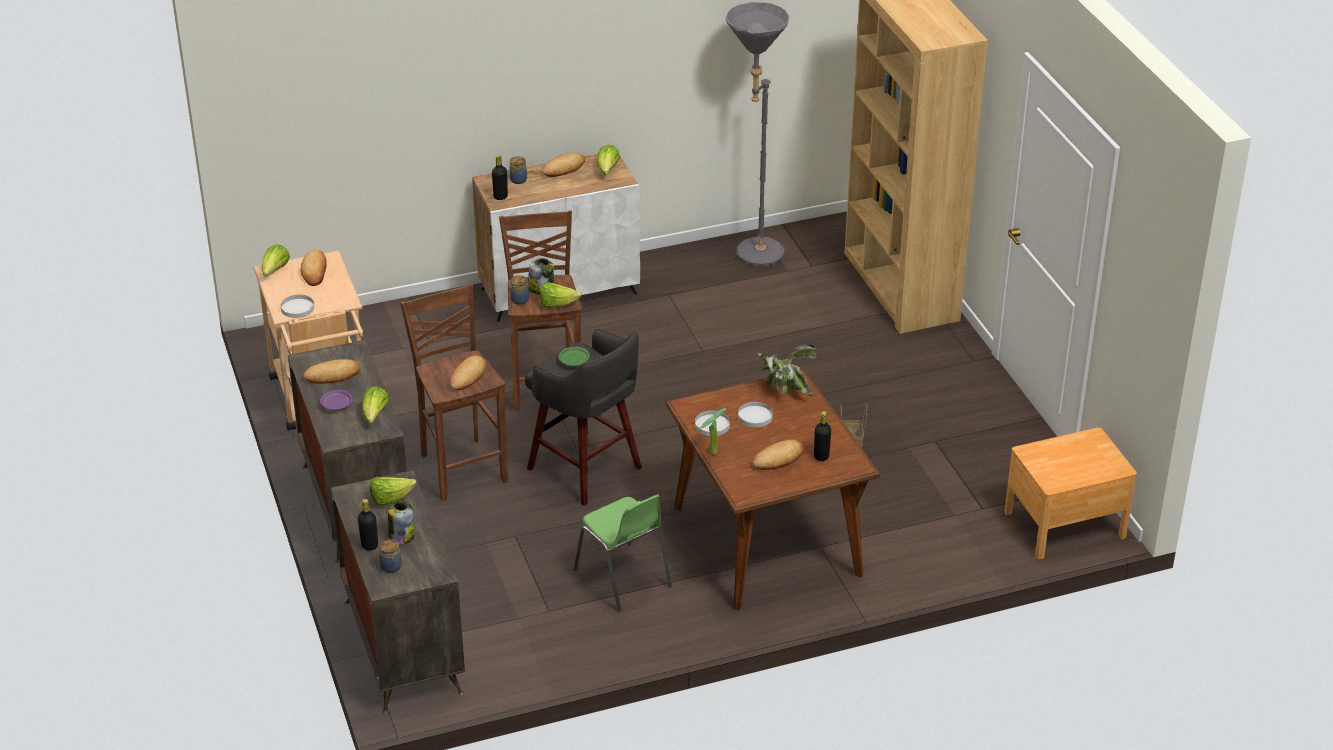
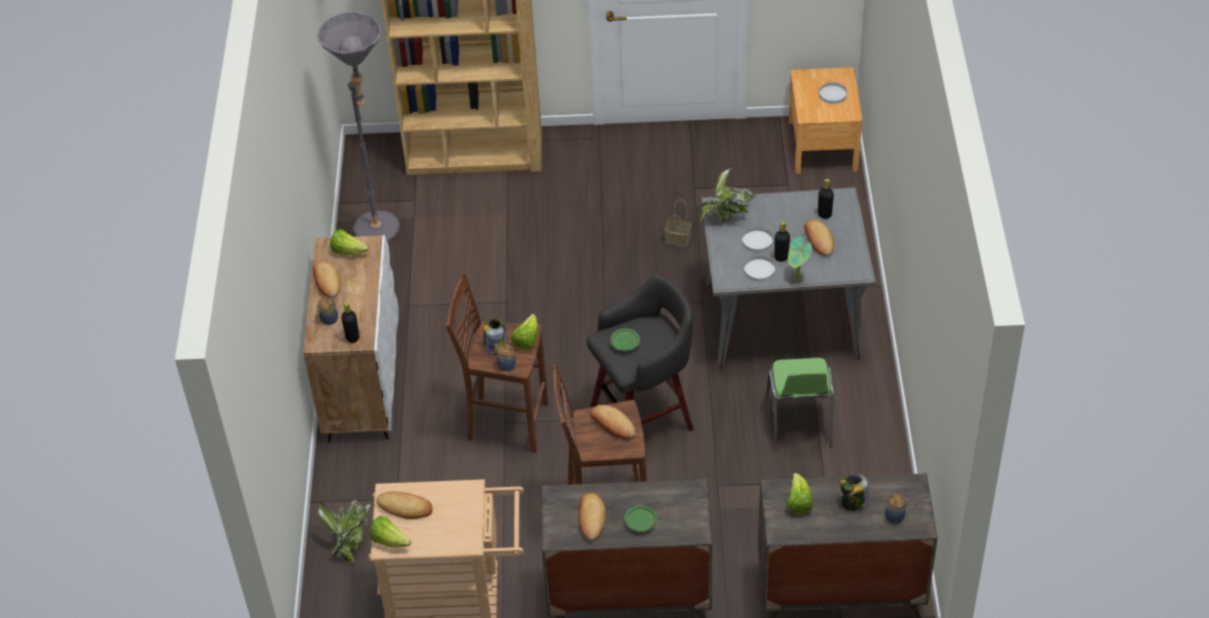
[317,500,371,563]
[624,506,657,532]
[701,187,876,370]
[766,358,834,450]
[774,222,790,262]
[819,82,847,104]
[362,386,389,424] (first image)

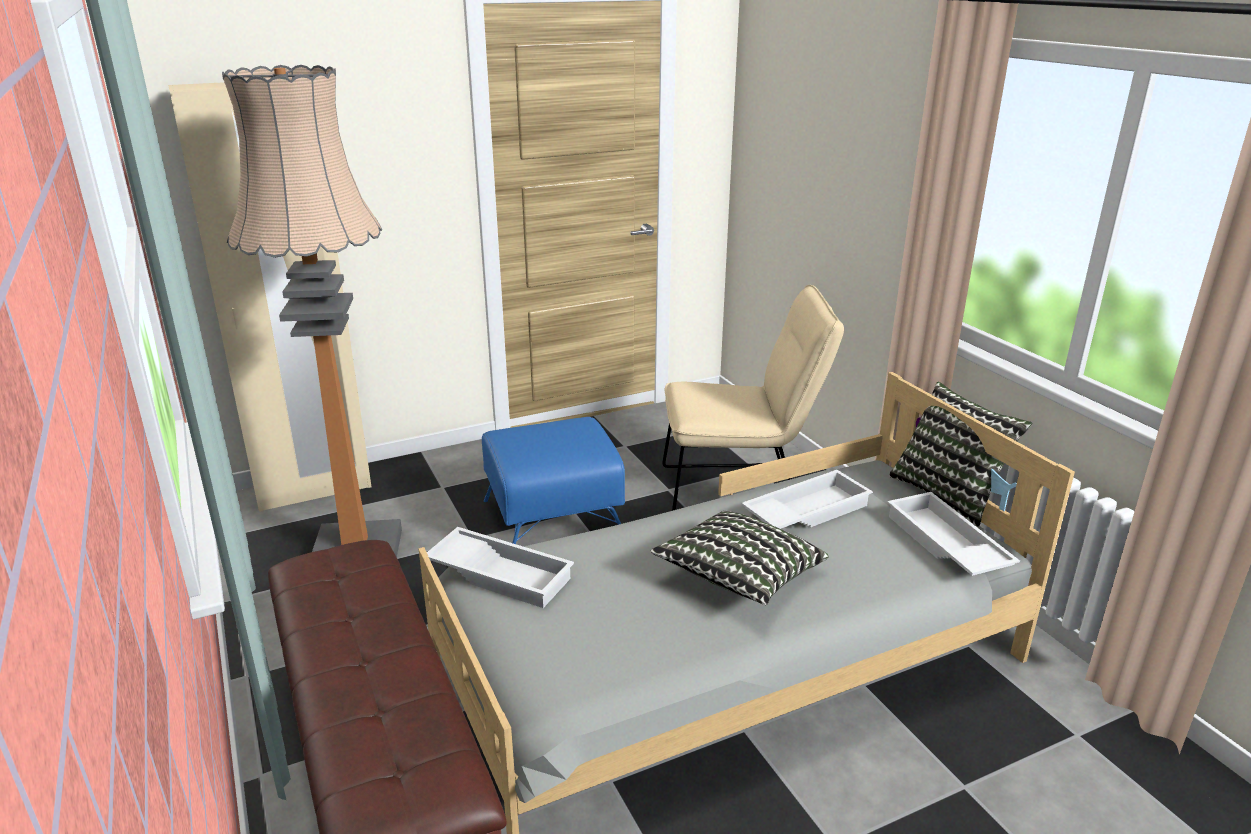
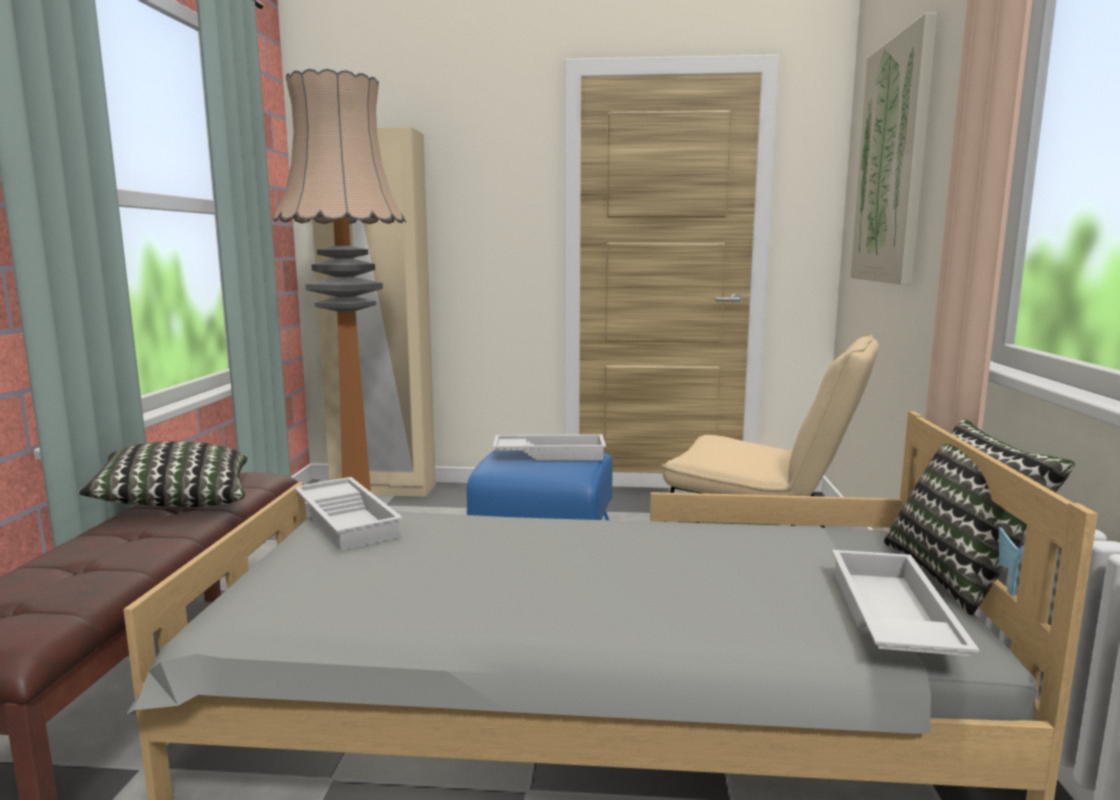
[78,441,247,507]
[493,434,606,461]
[850,13,937,285]

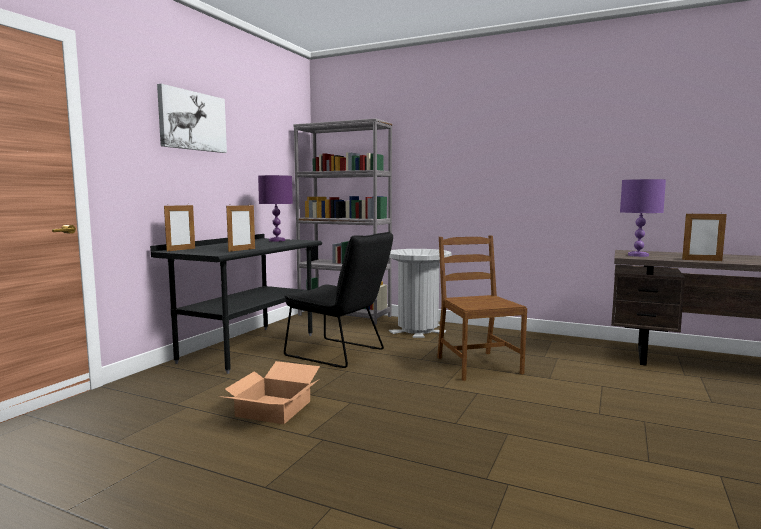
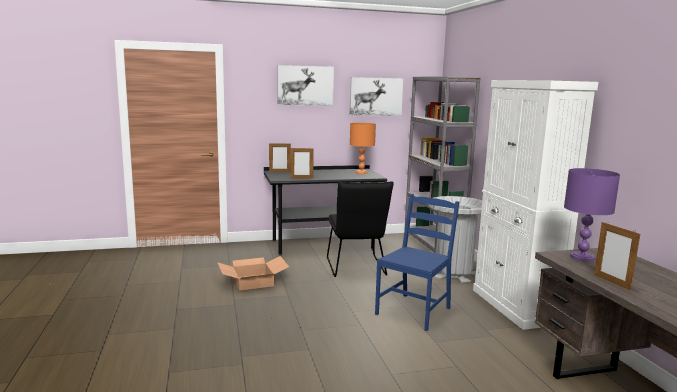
[350,77,403,116]
[350,123,376,174]
[375,194,460,331]
[473,80,598,330]

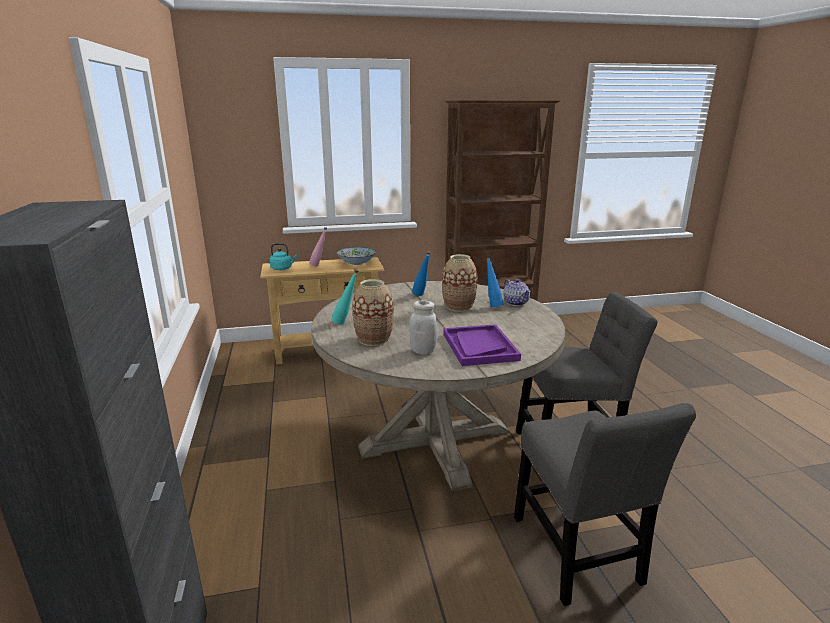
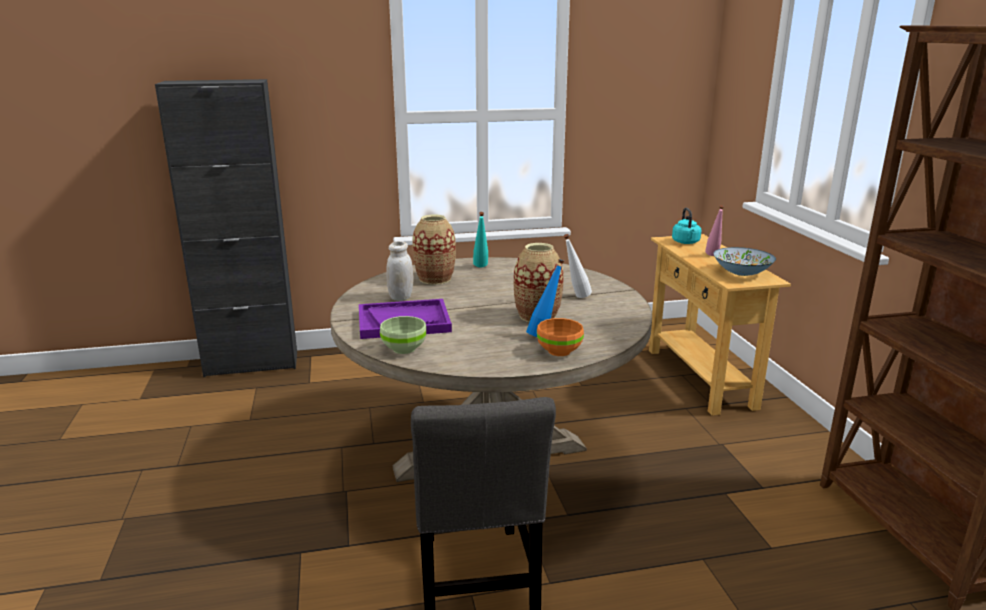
[380,316,426,354]
[537,318,584,356]
[564,234,592,298]
[514,403,696,606] (first image)

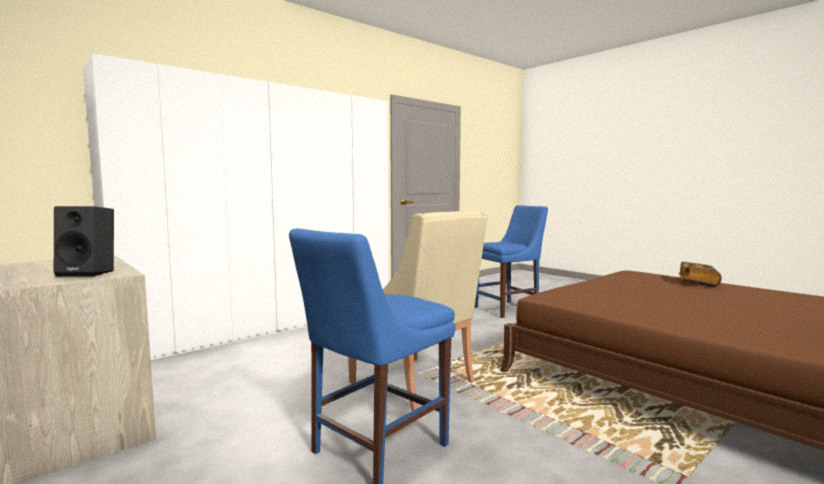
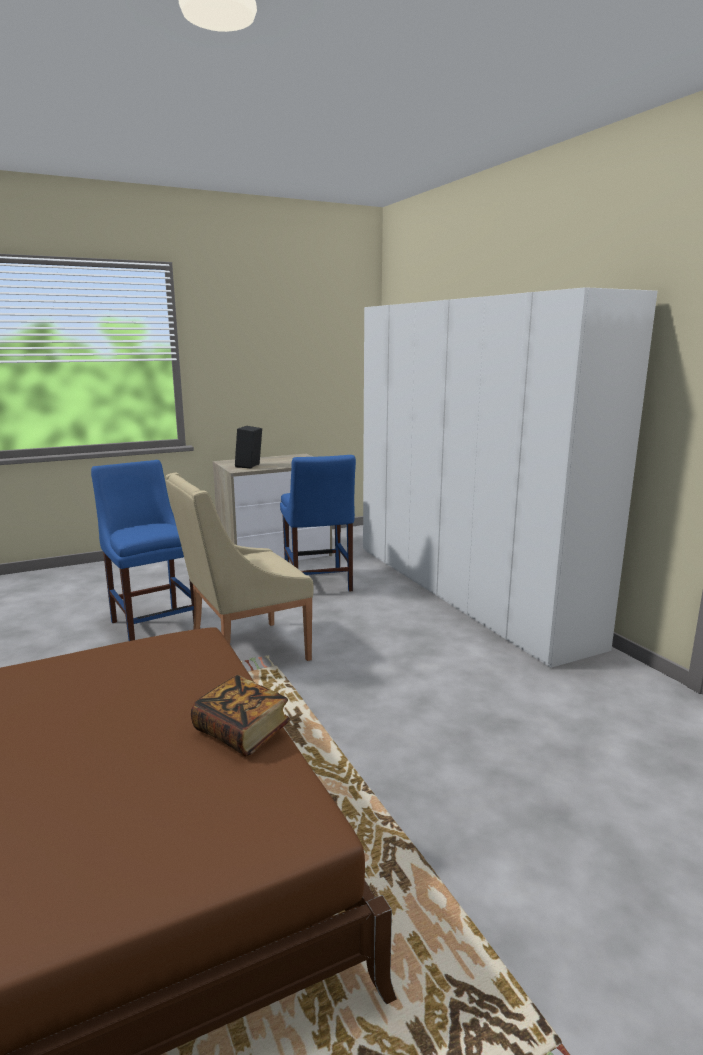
[191,675,291,756]
[280,455,356,592]

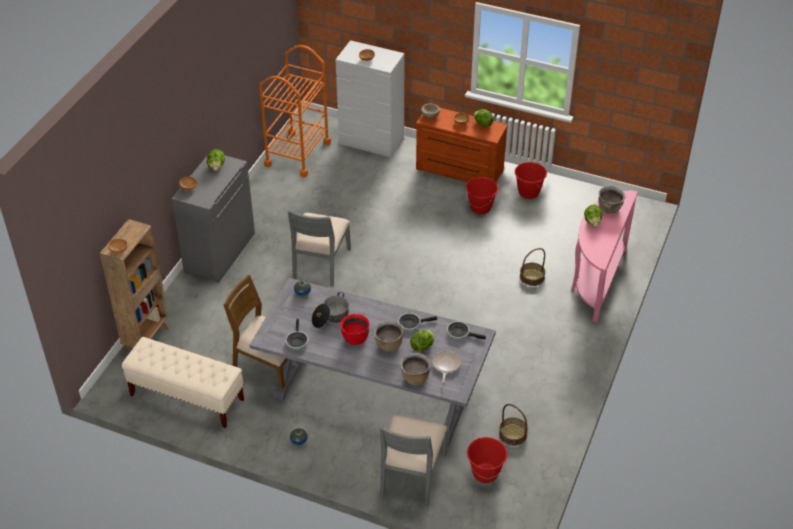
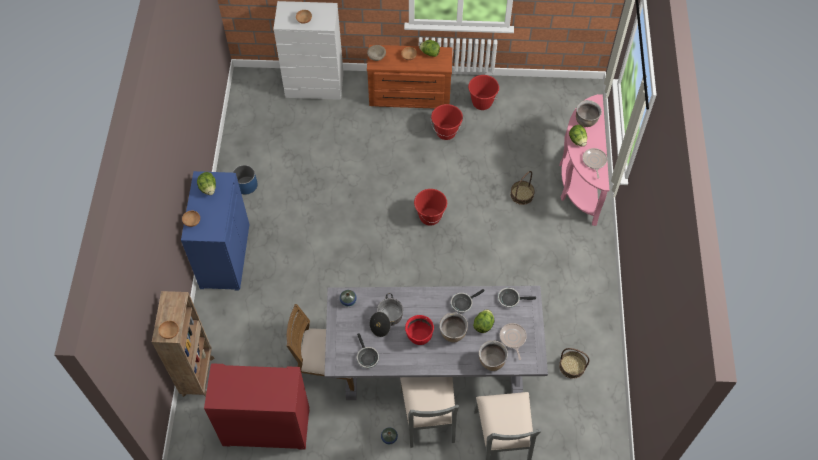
[181,171,250,291]
[204,363,310,450]
[233,165,257,194]
[400,377,459,448]
[414,189,447,226]
[583,148,607,179]
[259,45,331,177] (first image)

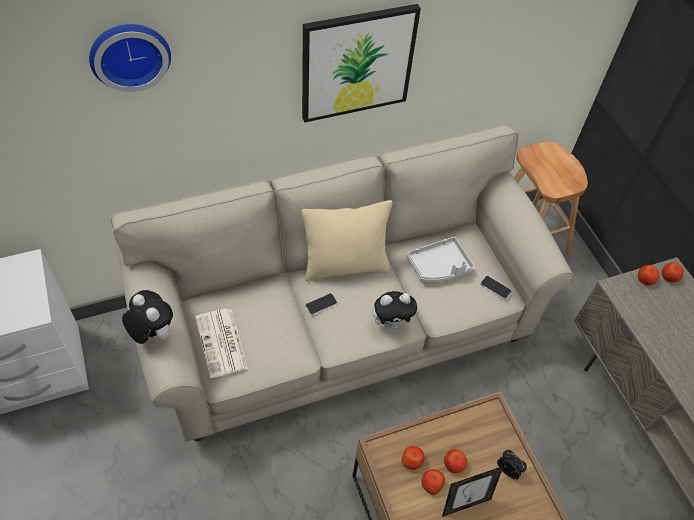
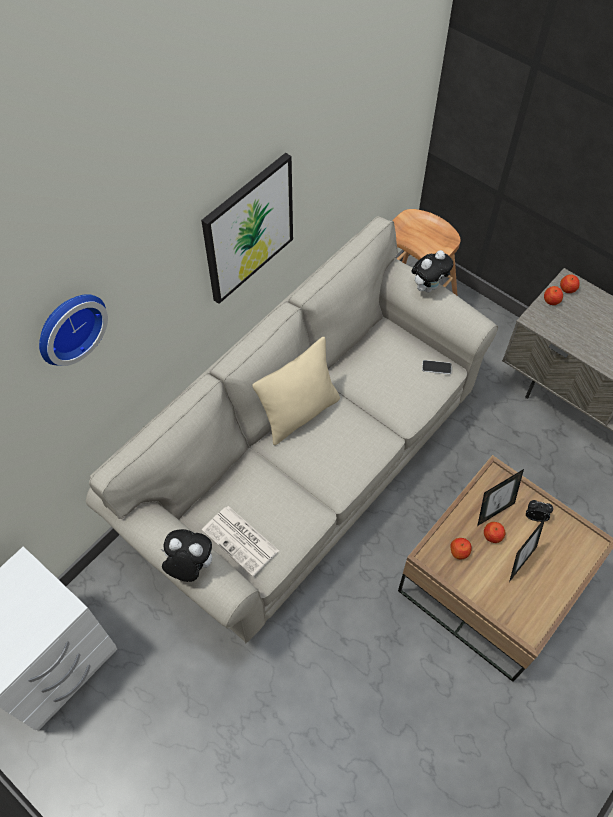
[411,250,453,292]
[477,469,524,526]
[305,293,338,315] (first image)
[407,237,475,282] (first image)
[421,469,445,495] (first image)

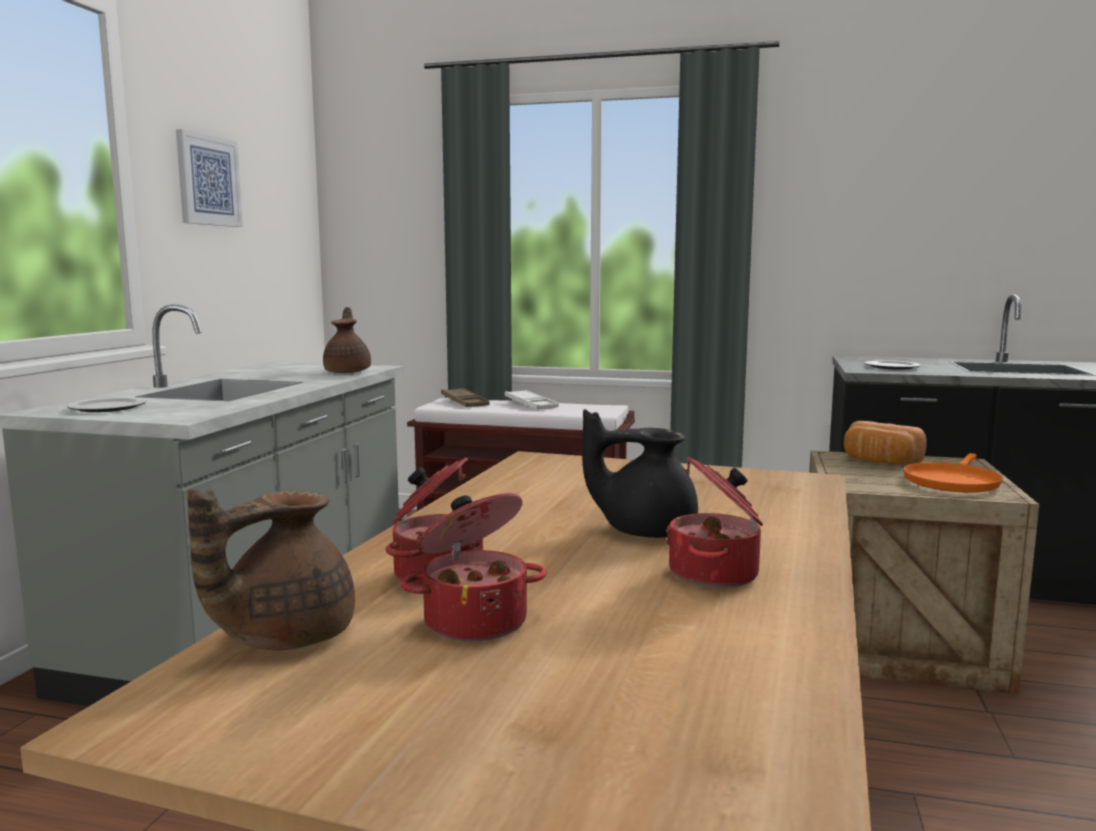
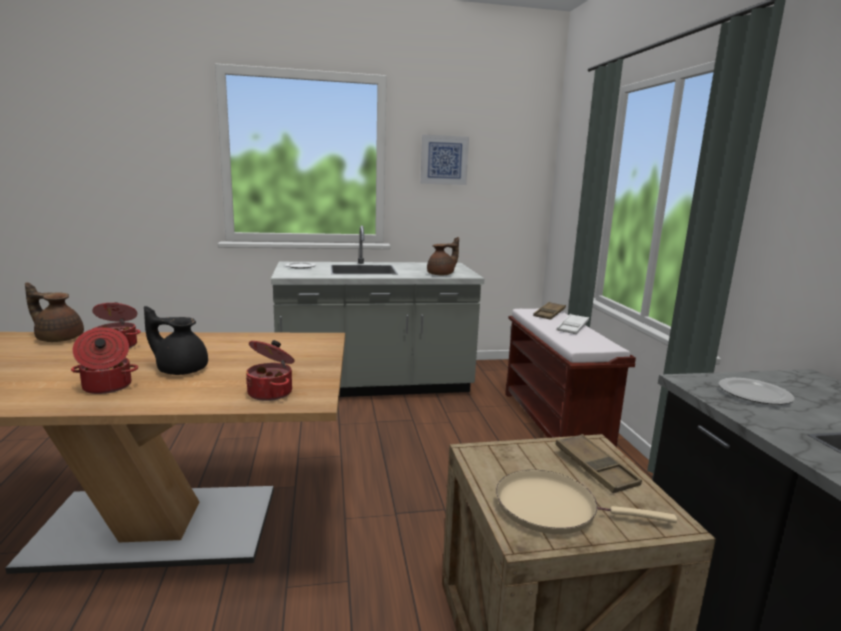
[144,306,208,375]
[246,340,295,401]
[496,470,677,534]
[555,434,642,493]

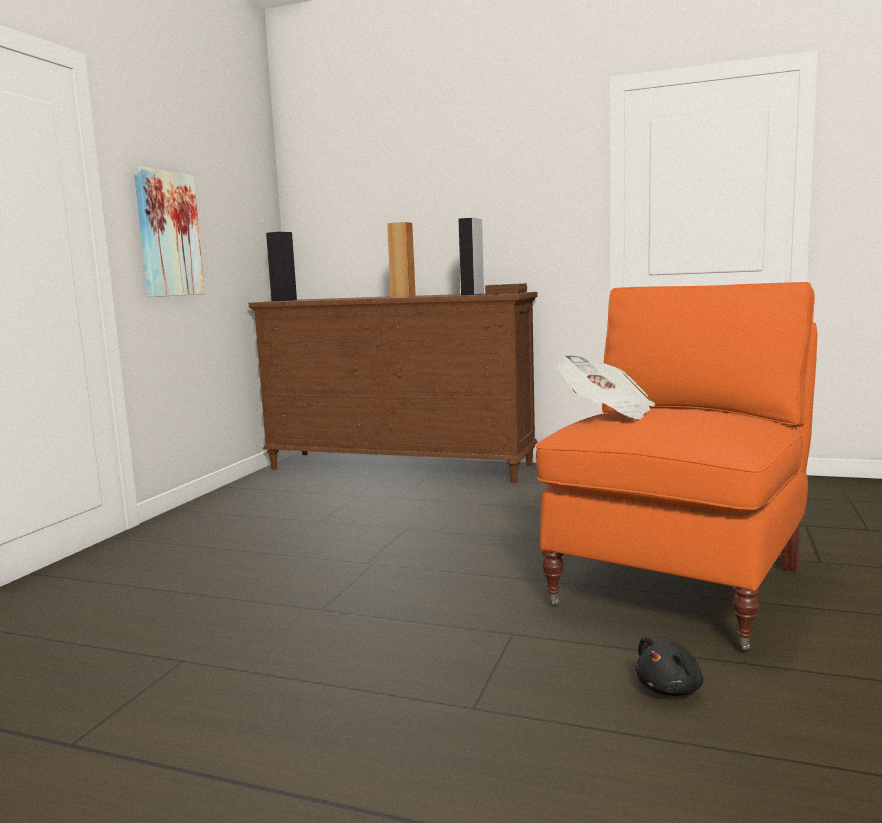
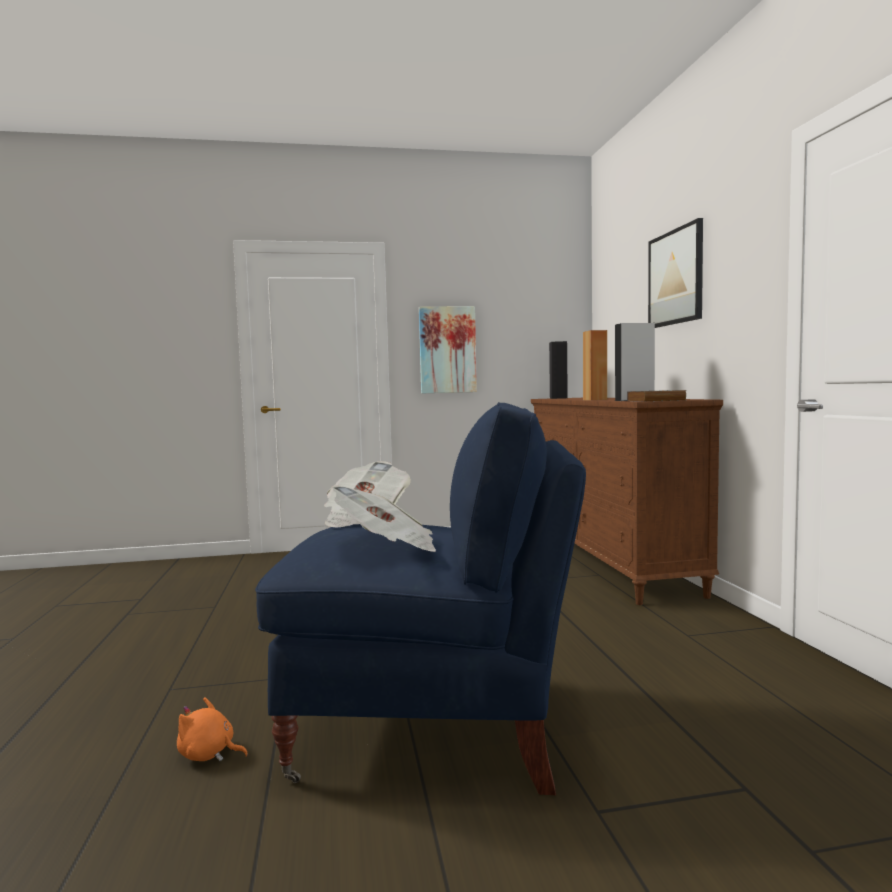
[177,697,248,761]
[255,402,586,795]
[332,485,436,552]
[648,218,703,328]

